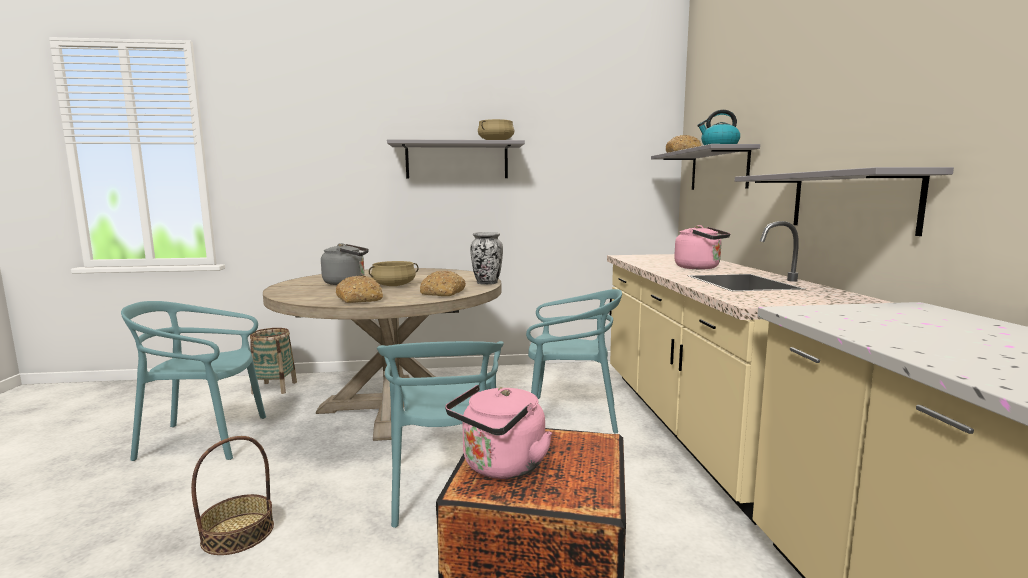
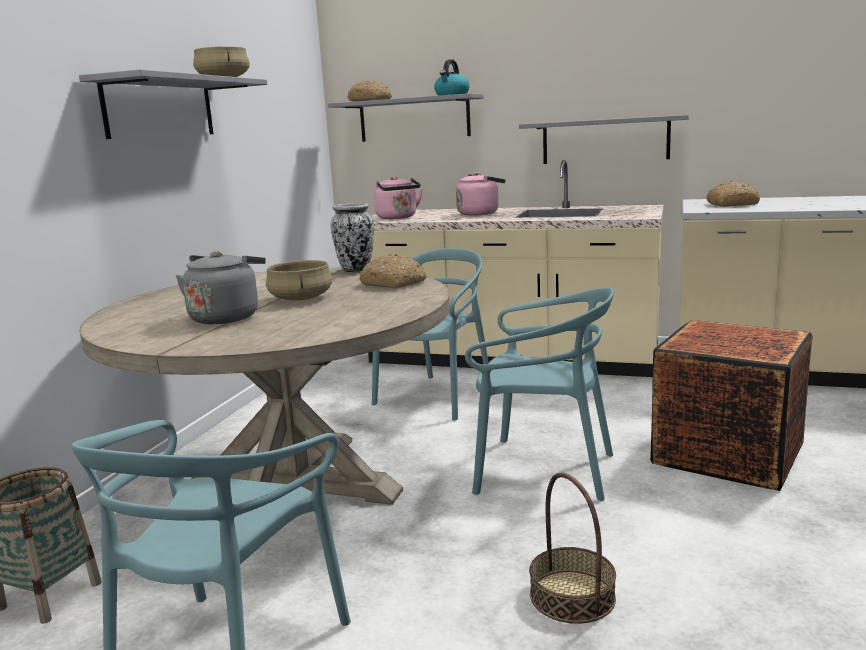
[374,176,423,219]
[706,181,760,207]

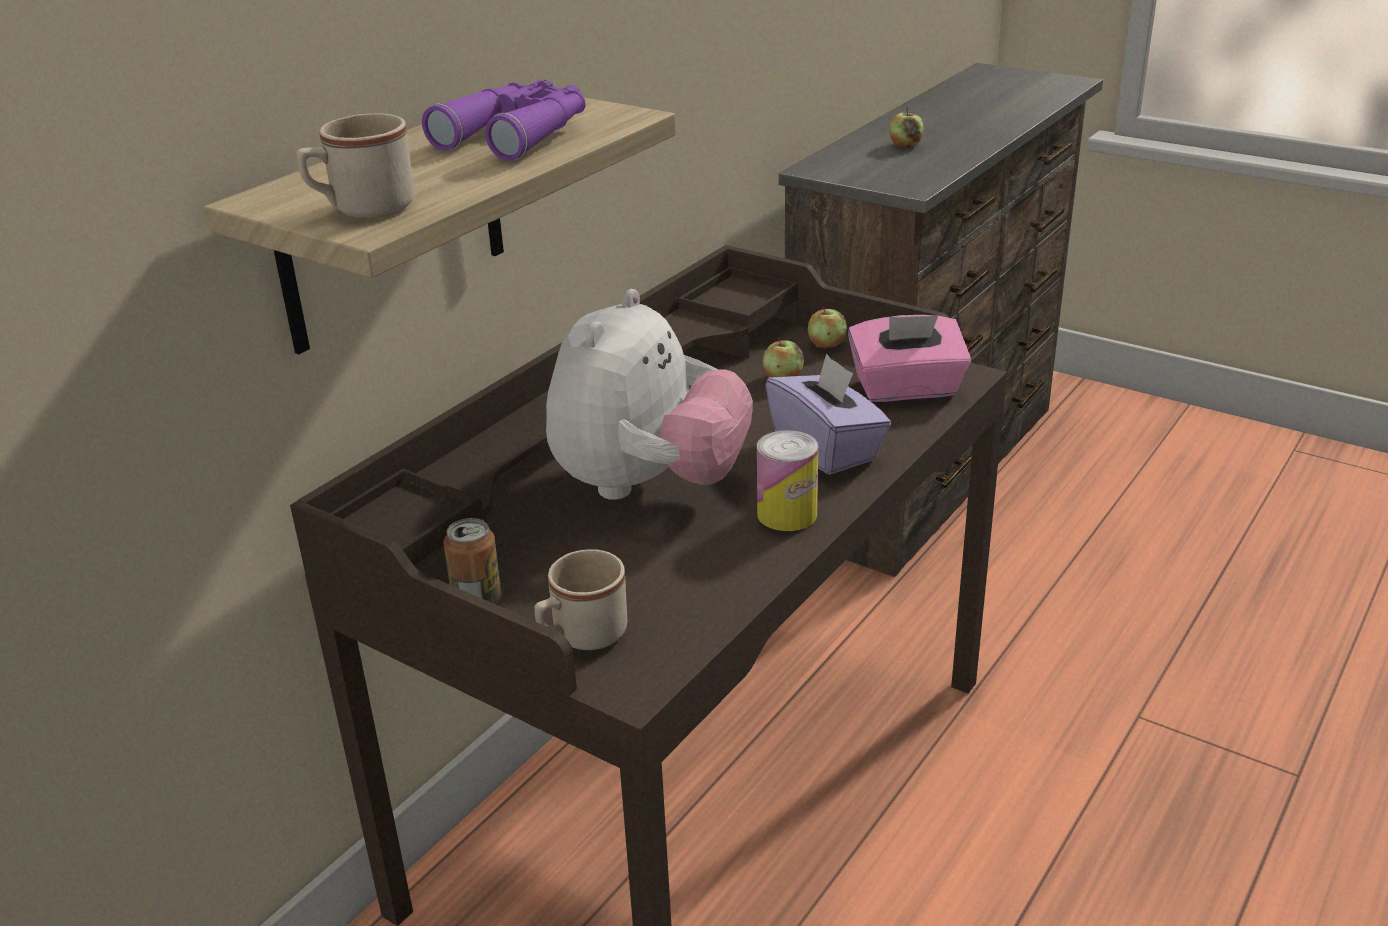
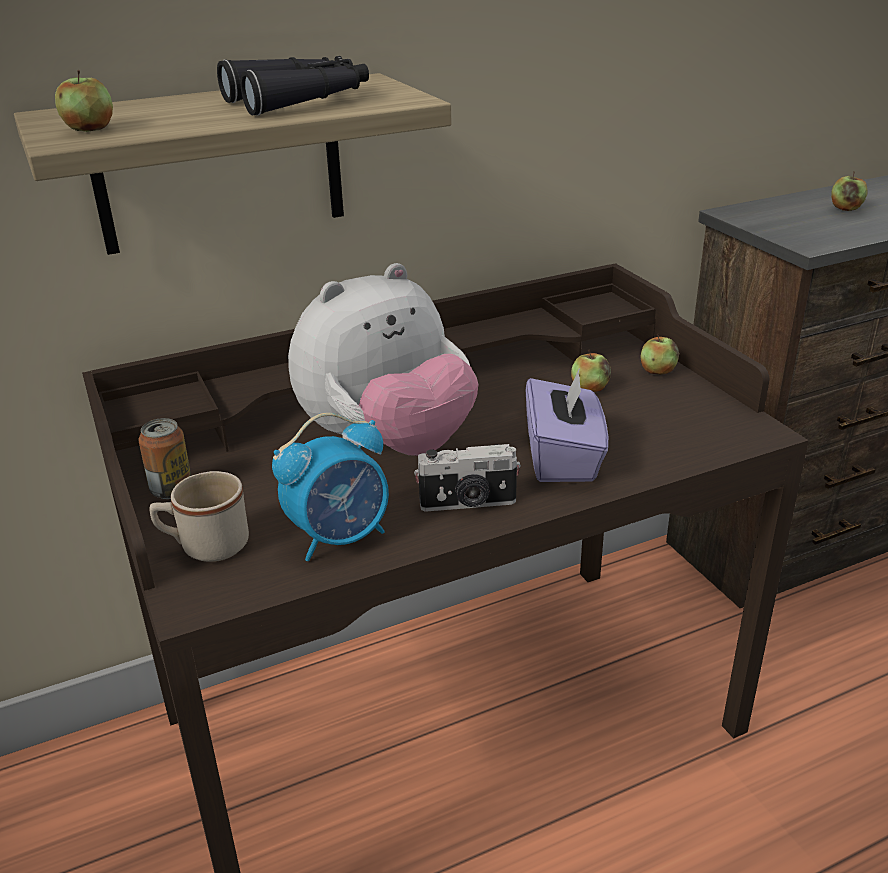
[55,70,113,132]
[217,56,369,116]
[272,413,389,561]
[414,444,521,511]
[848,315,971,402] (first image)

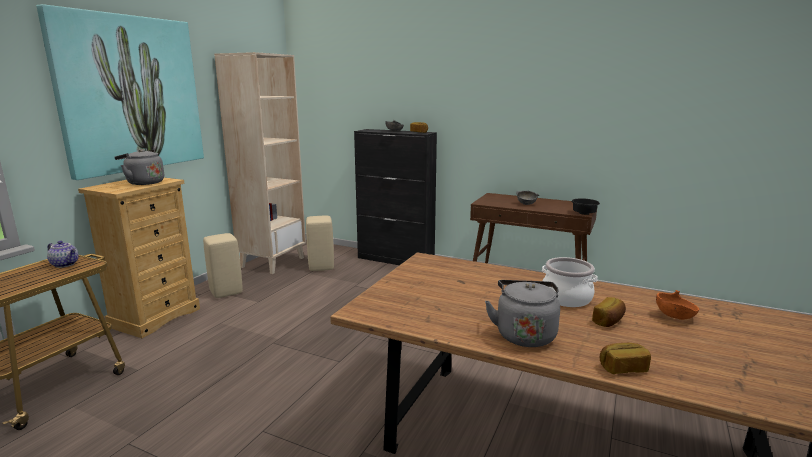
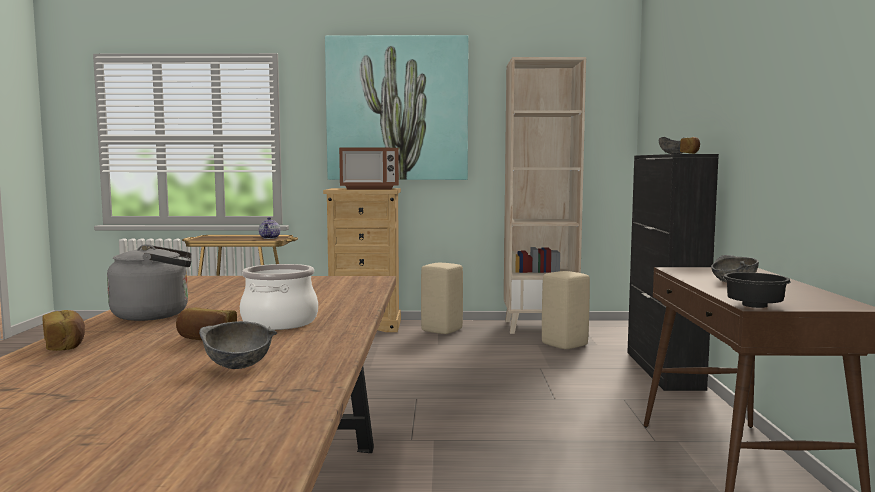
[199,321,277,369]
[339,148,399,190]

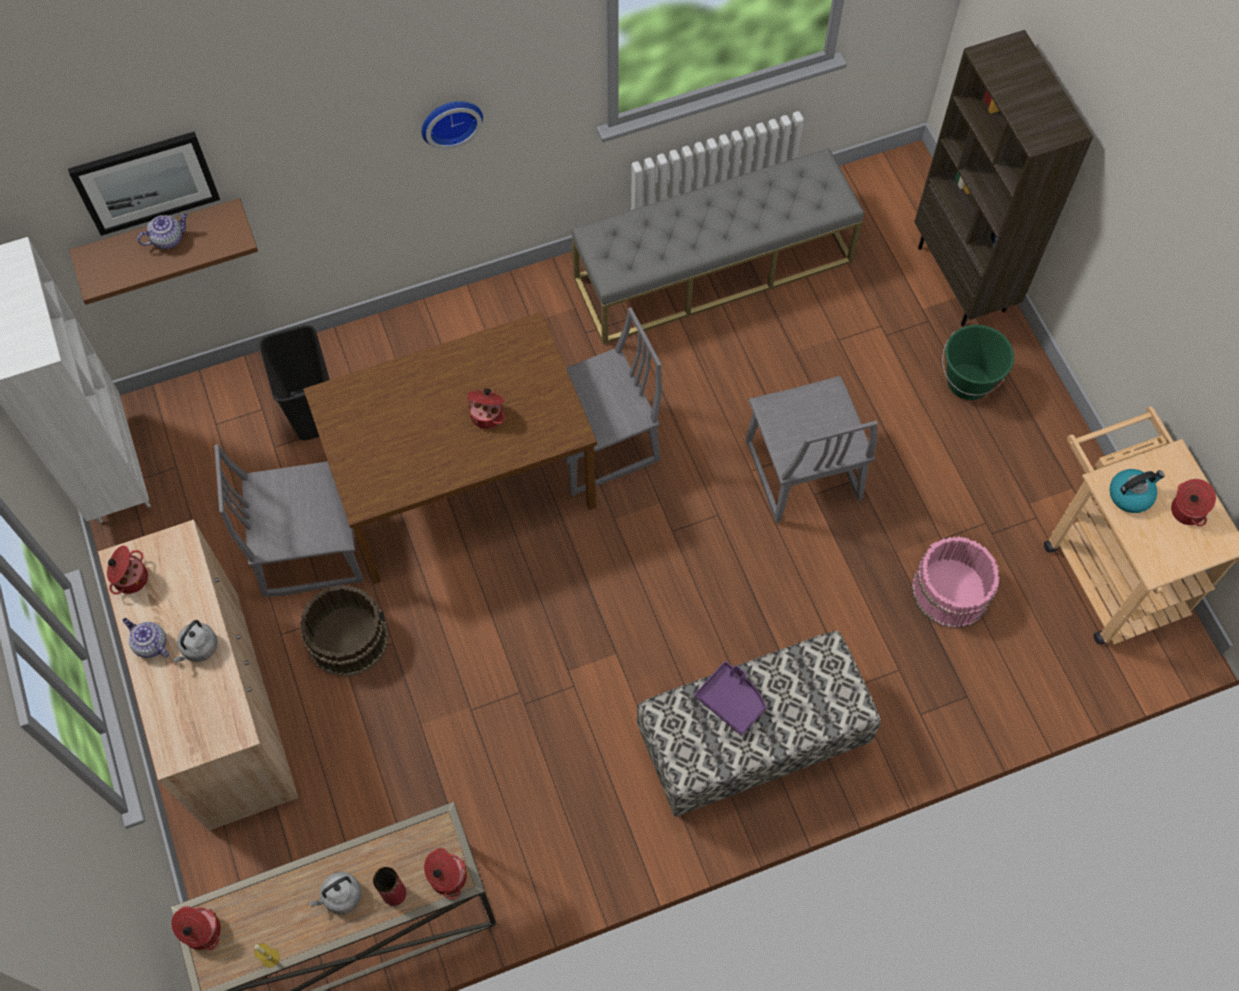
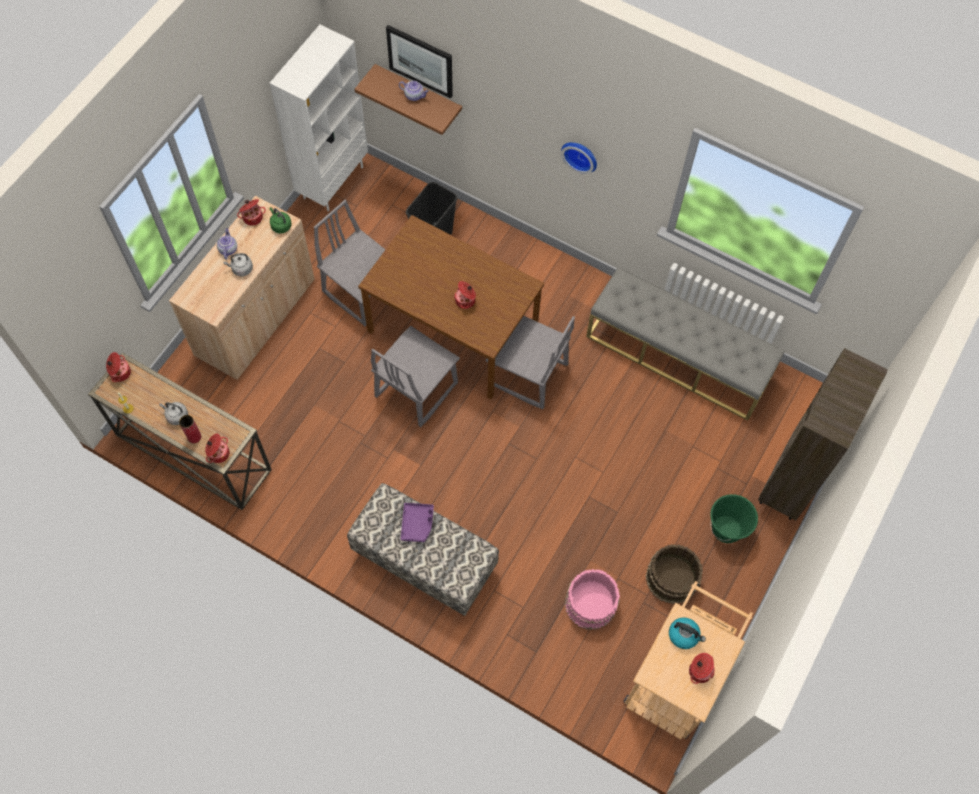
[270,207,292,233]
[371,326,460,427]
[646,544,703,604]

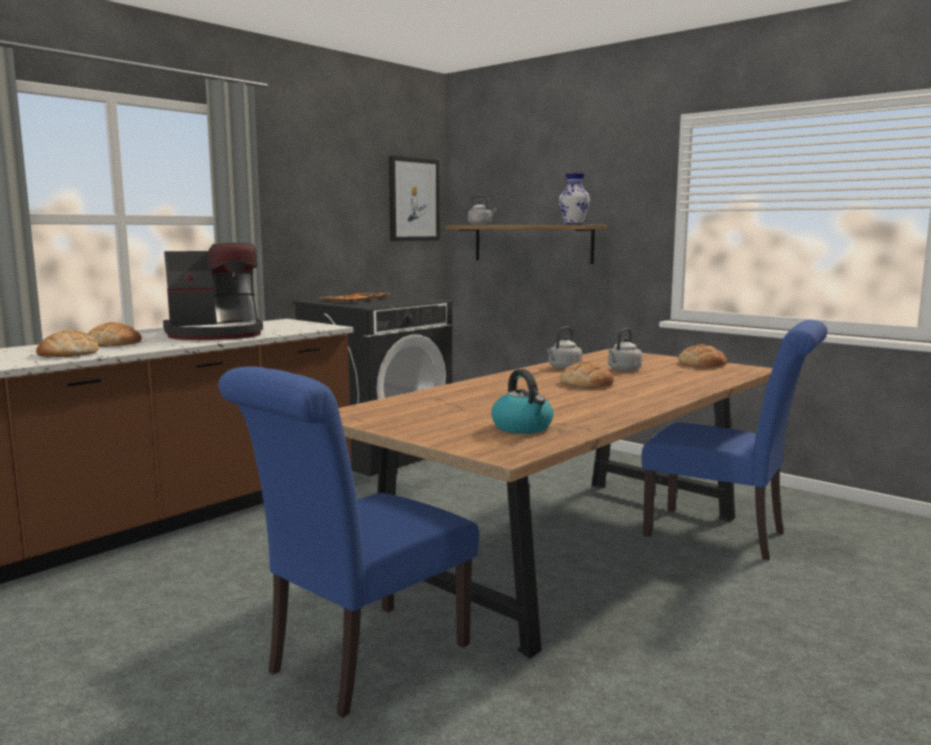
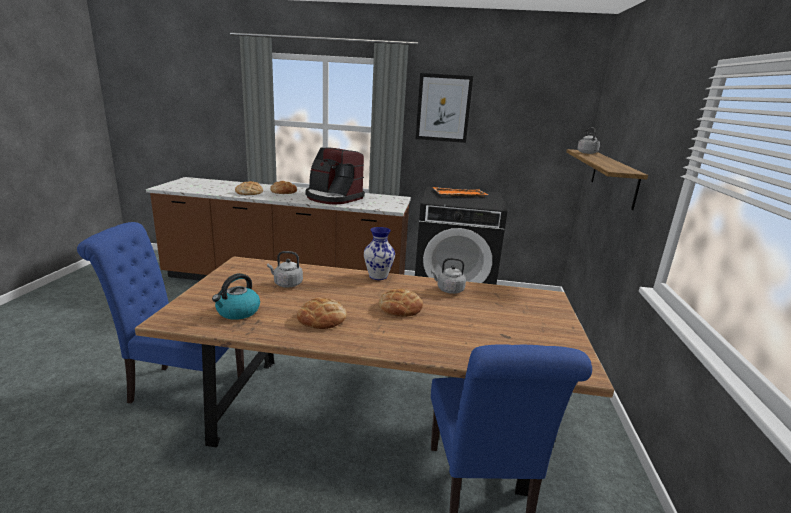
[267,251,303,288]
[297,298,347,329]
[364,227,395,280]
[416,73,473,143]

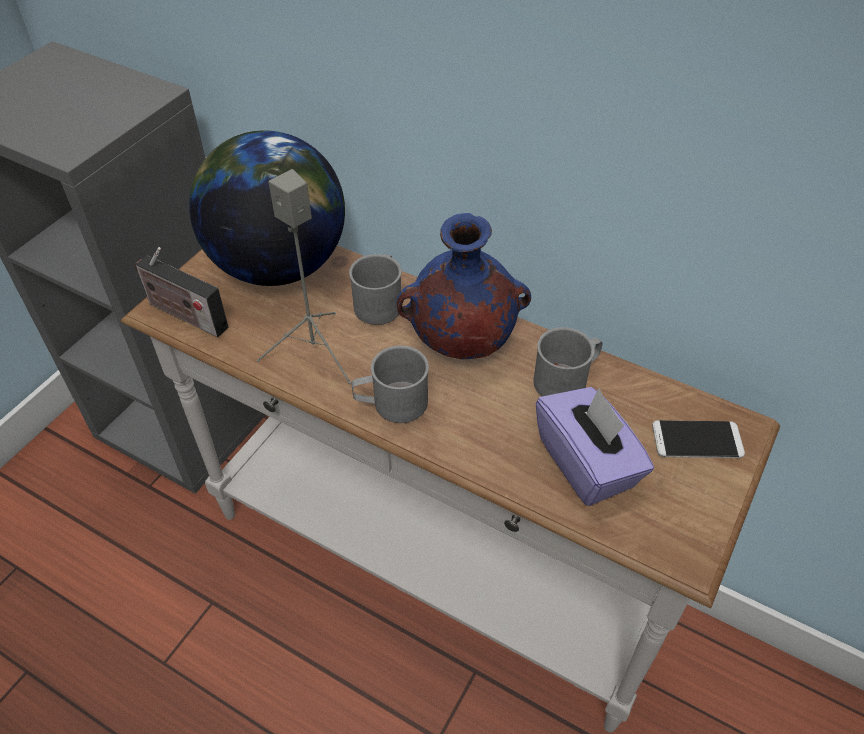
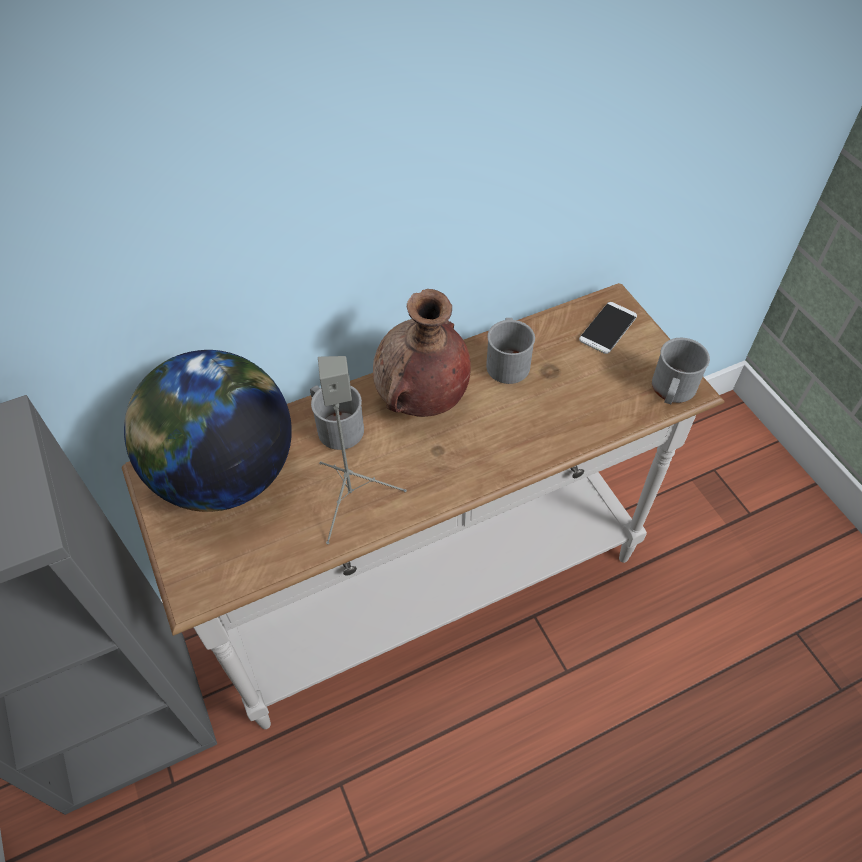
[373,289,471,417]
[652,338,710,404]
[134,247,228,337] (first image)
[536,387,654,506] (first image)

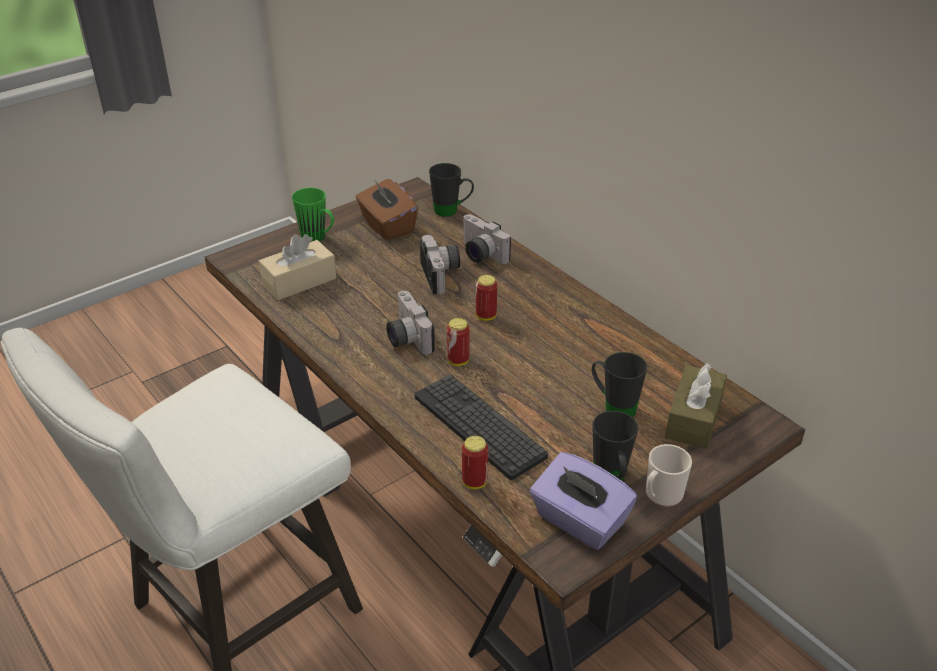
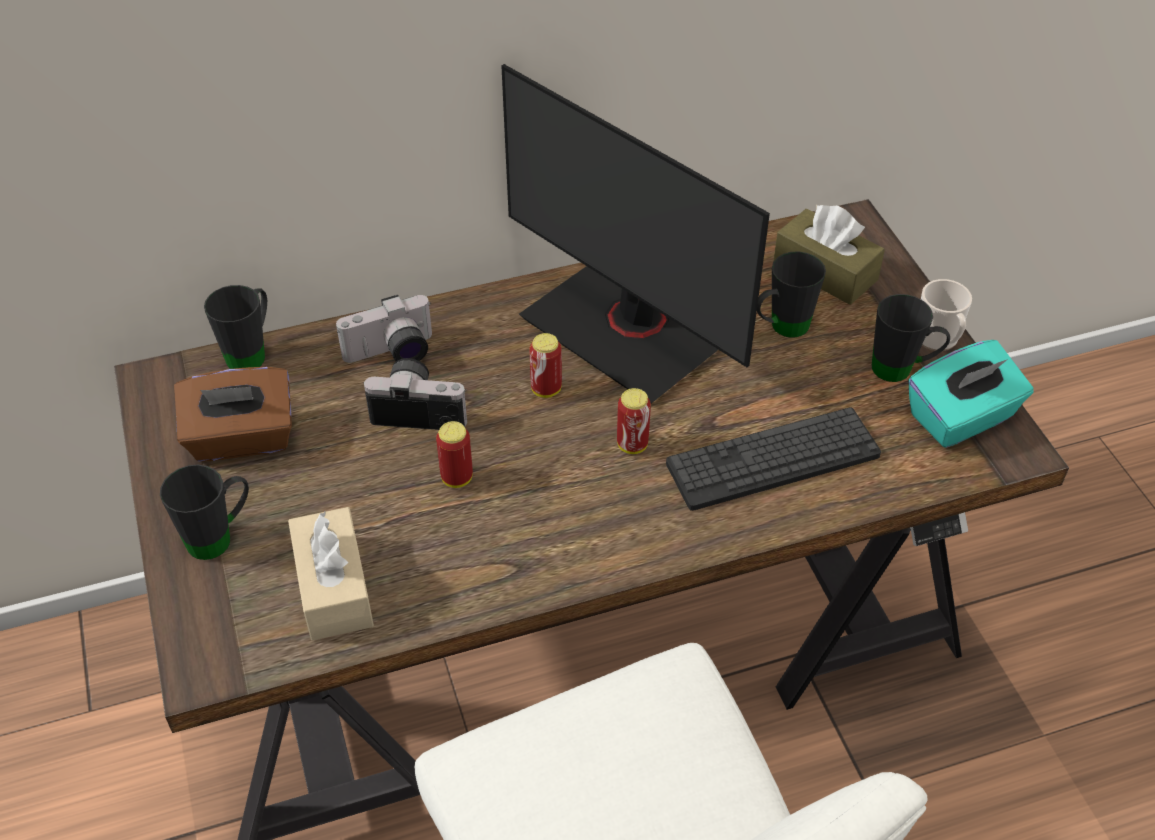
[160,465,249,560]
[436,421,473,488]
[501,64,770,403]
[909,340,1034,448]
[387,291,435,355] (first image)

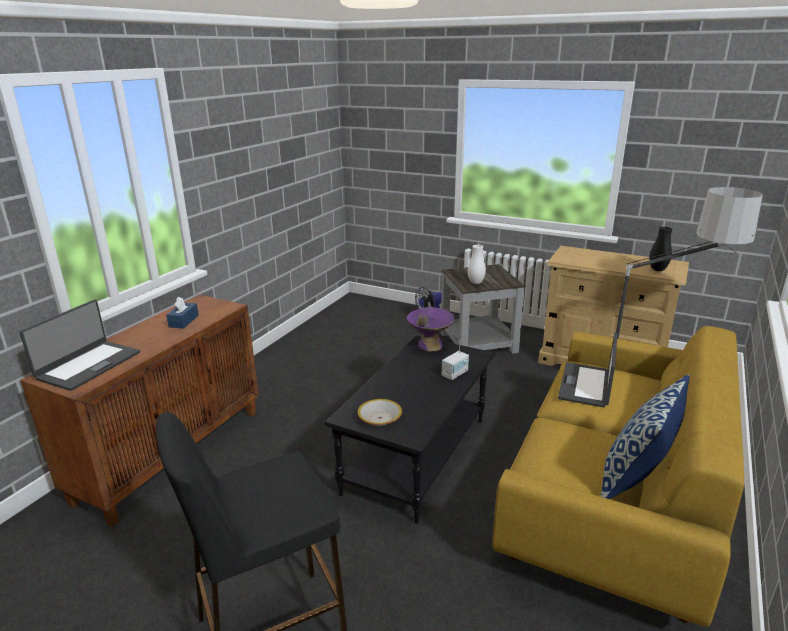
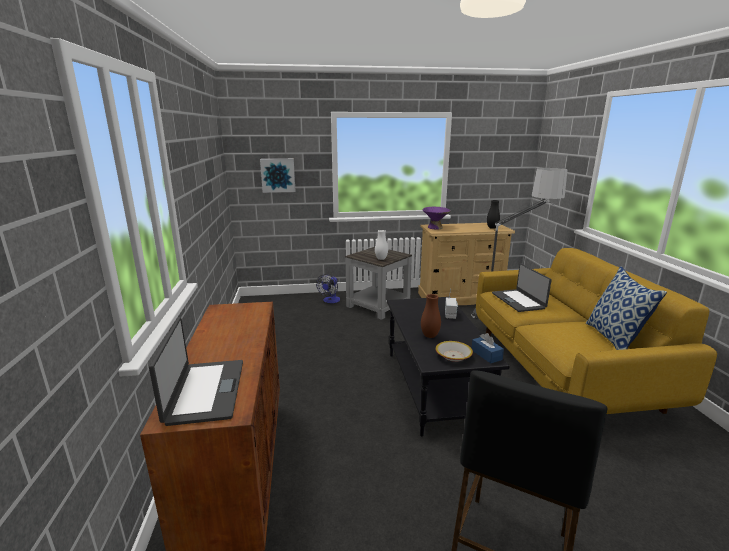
[260,159,296,193]
[421,294,441,338]
[423,207,451,229]
[472,333,504,363]

